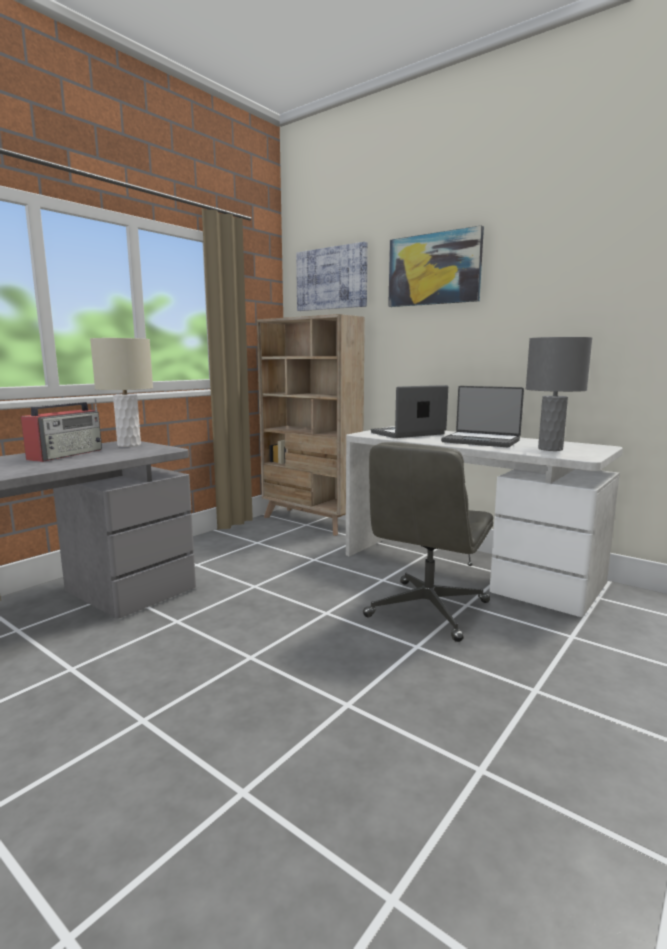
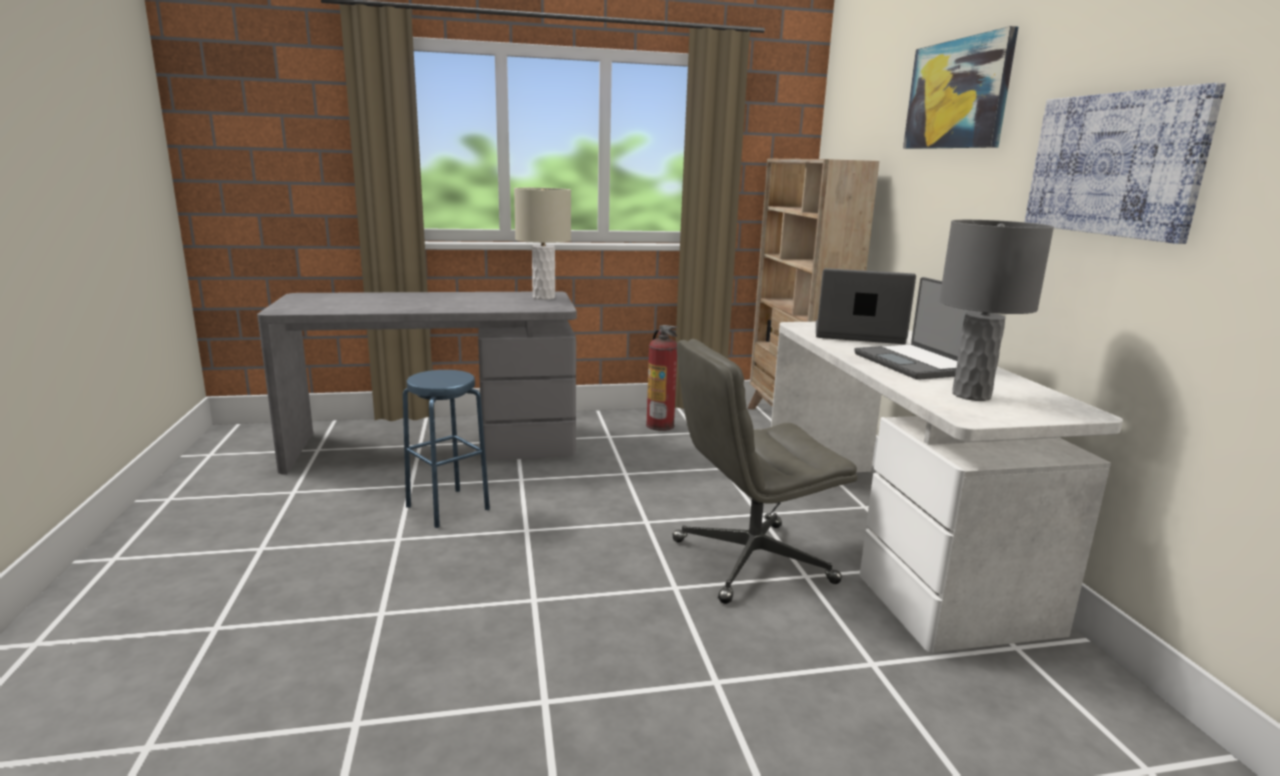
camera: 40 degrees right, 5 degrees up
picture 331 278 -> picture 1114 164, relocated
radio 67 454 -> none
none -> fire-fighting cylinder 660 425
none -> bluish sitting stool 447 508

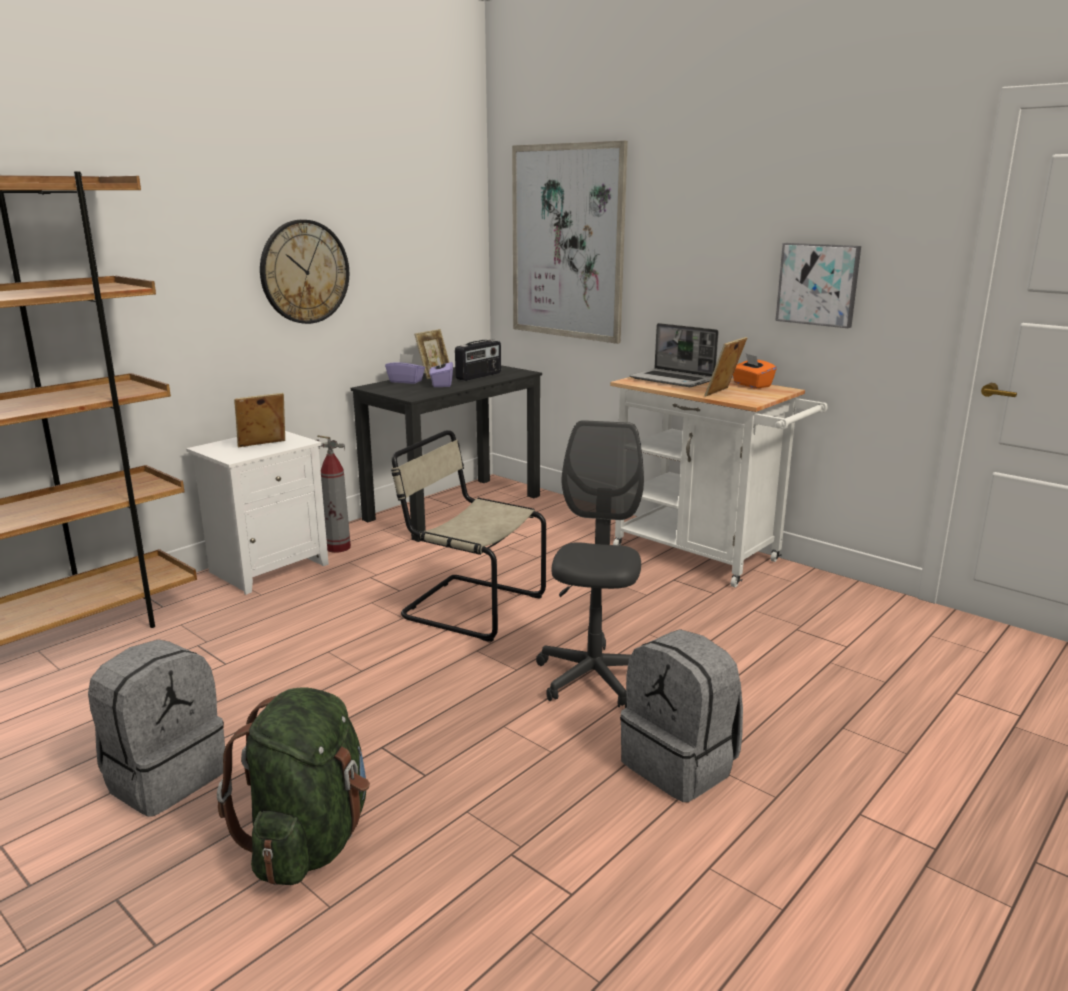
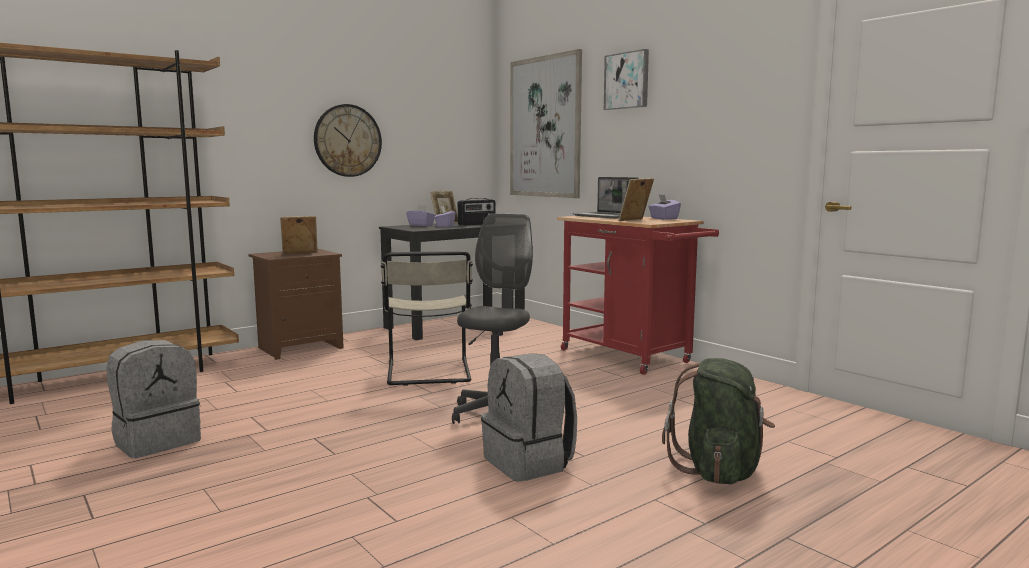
camera: 10 degrees right, 10 degrees down
picture 818 284 -> picture 627 80, relocated
orangey tissue box 751 385 -> purplish tissue box 663 218
white cart 705 557 -> red-coloured cart 631 358
beige-coloured plain chair 468 606 -> beige-coloured plain chair 428 373, 135 degrees counterclockwise
white night table 269 567 -> brown-coloured night table 300 347
fire-fighting cylinder 338 548 -> none
greenish knapsack 309 840 -> greenish knapsack 719 471, relocated

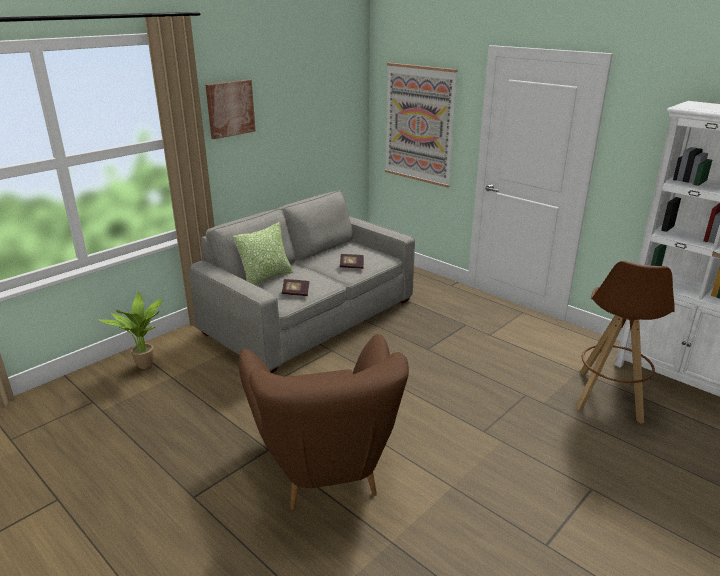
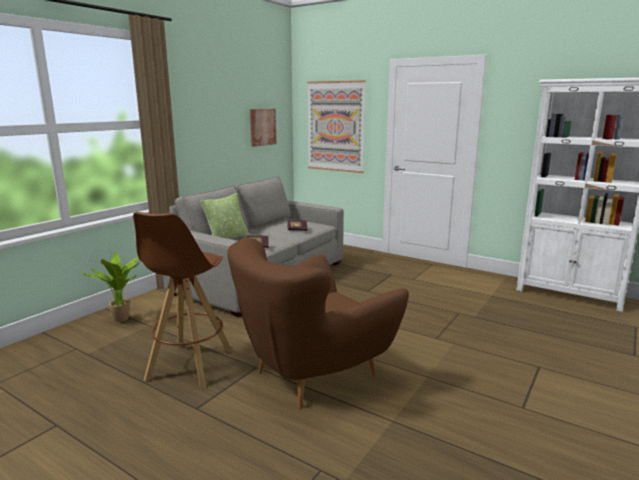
camera: 10 degrees left, 10 degrees down
picture 230 108 -> picture 262 127, relocated
brown-coloured sitting stool 609 396 -> brown-coloured sitting stool 189 365, relocated
brown-coloured easy chair 326 467 -> brown-coloured easy chair 313 374, 75 degrees clockwise

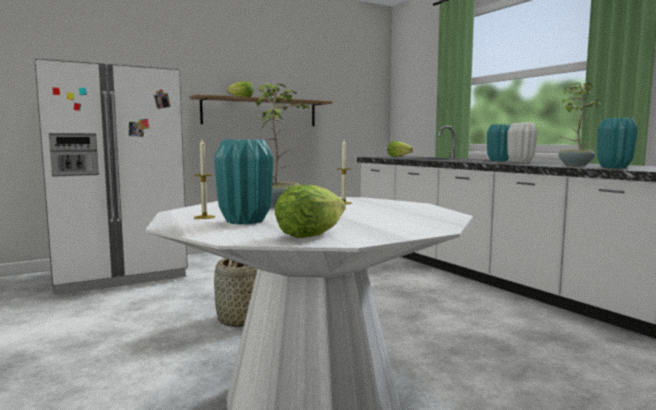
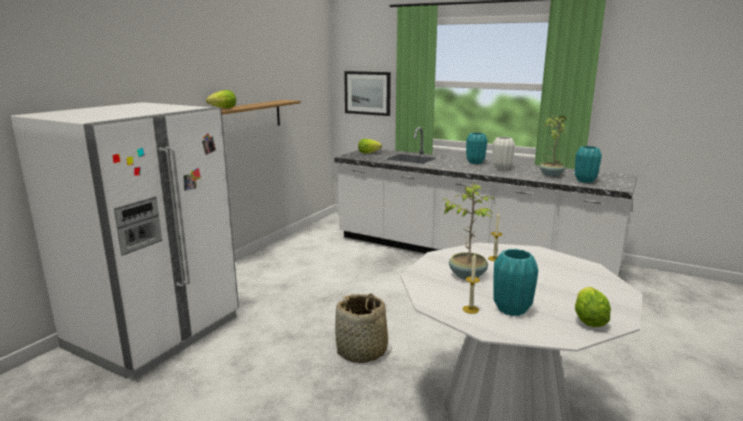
camera: 30 degrees left, 10 degrees up
none -> picture 367 93

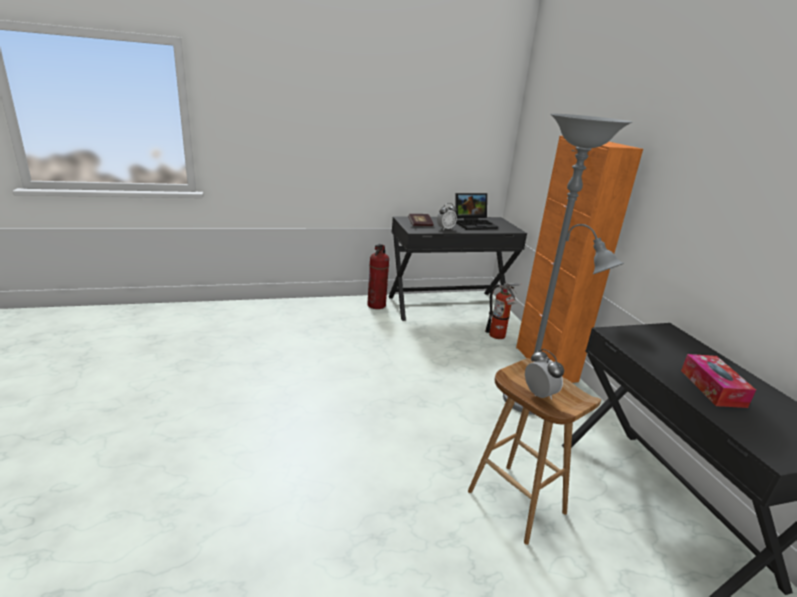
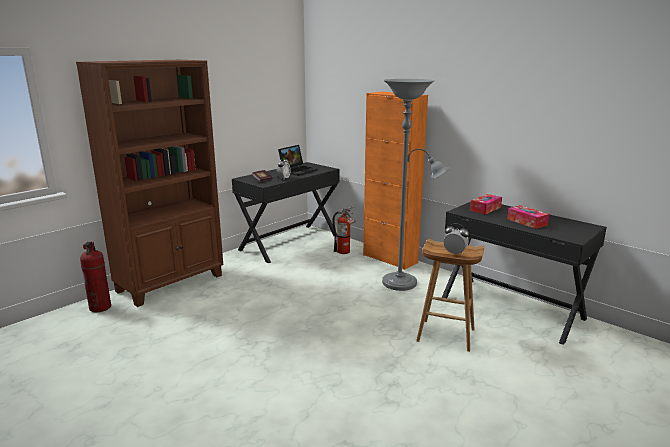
camera: 30 degrees left, 5 degrees down
fire-fighting cylinder 376 305 -> fire-fighting cylinder 100 307, relocated
none -> brown-coloured bookshelf 171 283
none -> tissue box 485 209

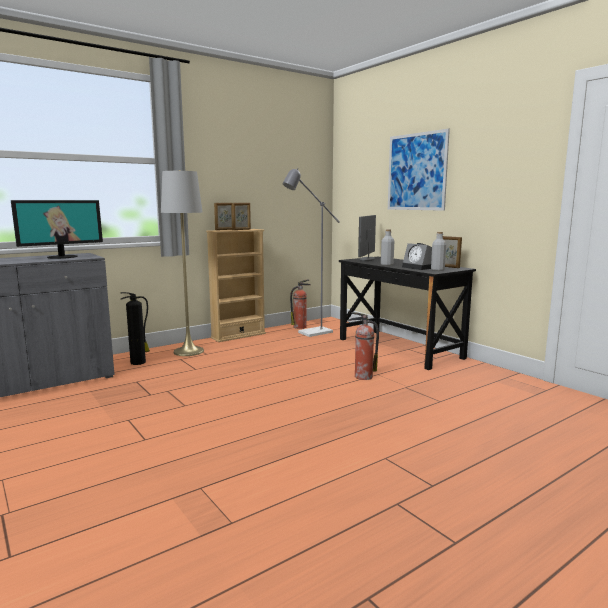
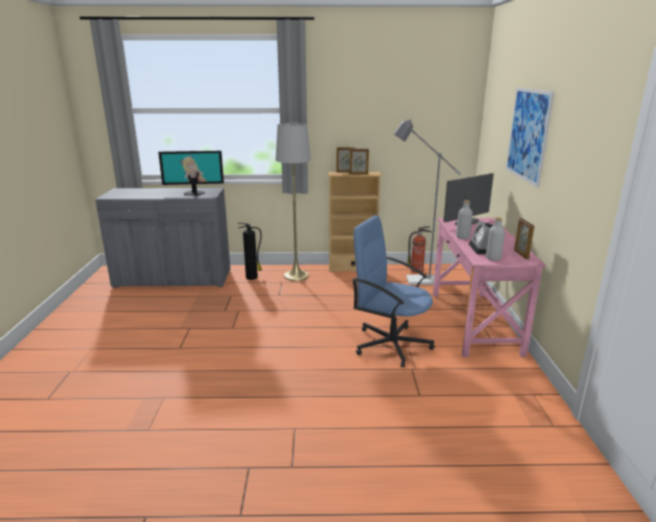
camera: 35 degrees right, 10 degrees up
black-coloured desk unit 399 348 -> pinkish desk unit 474 322
fire-fighting cylinder 362 376 -> bluish desk chair 391 344

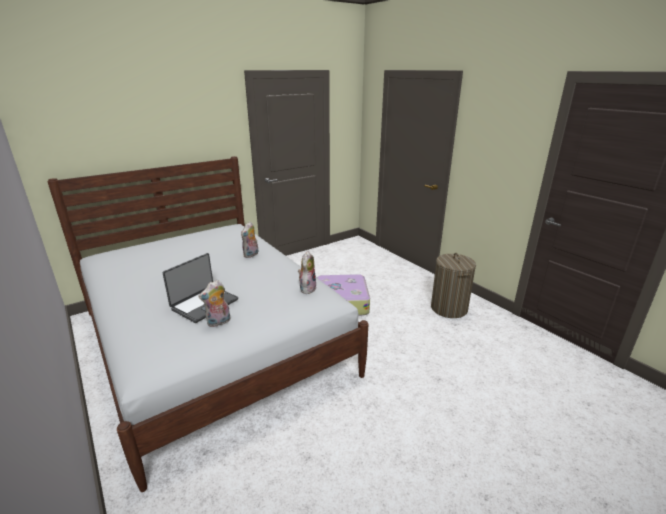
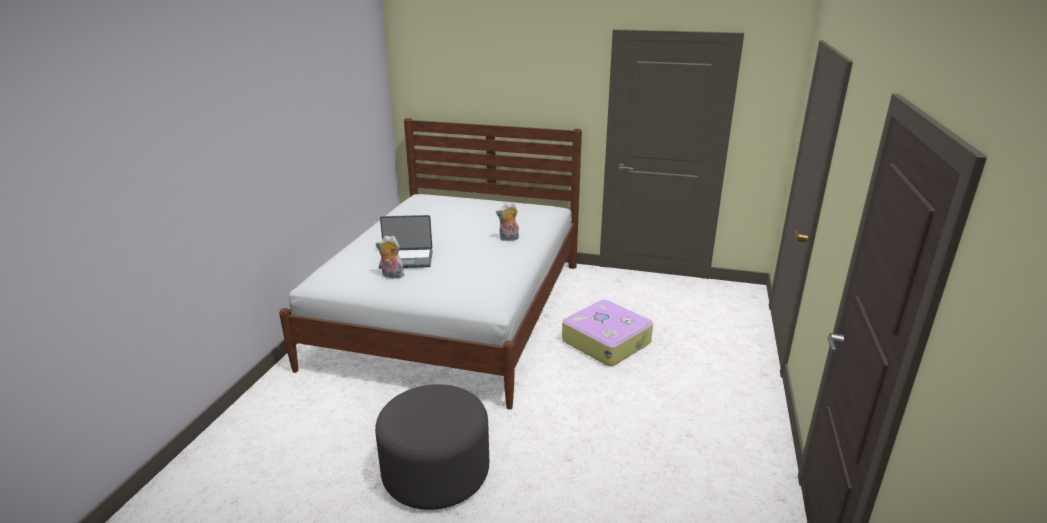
camera: 50 degrees right, 0 degrees up
soft toy 307 288 -> none
hamper 449 308 -> none
none -> grey pouffe 436 473

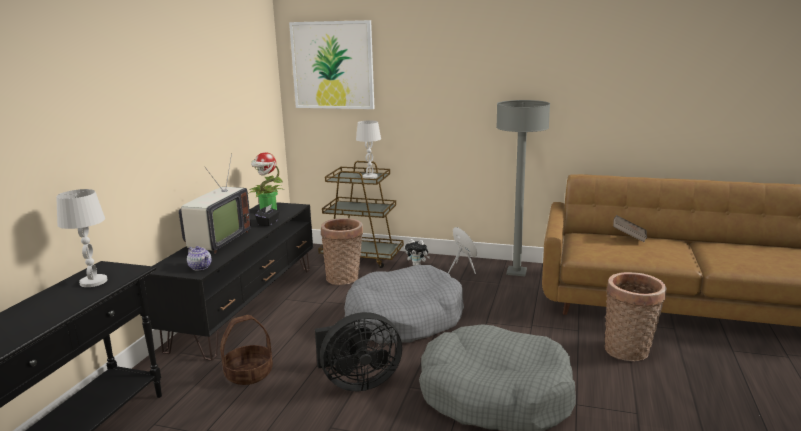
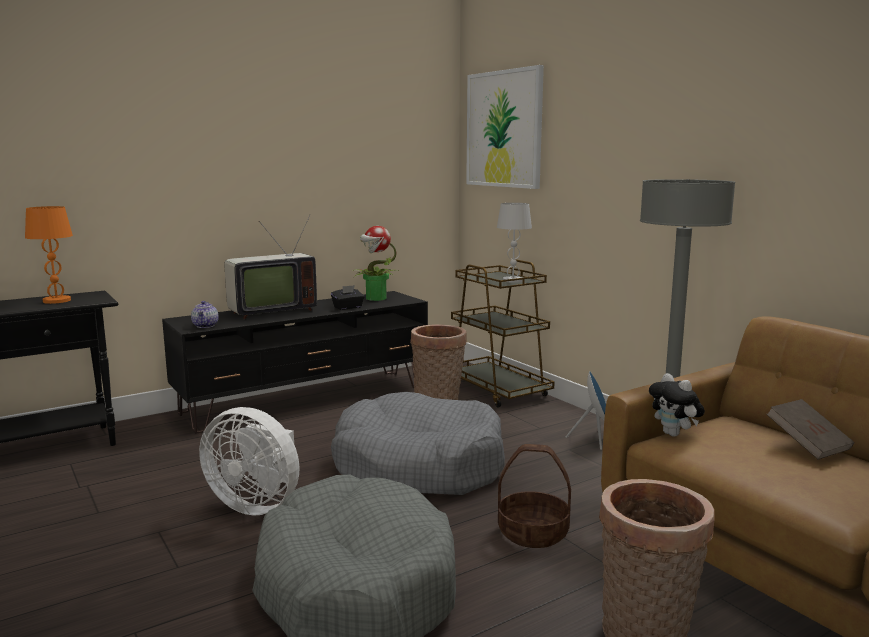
camera: 40 degrees right, 5 degrees down
white tabletop lamp 93 282 -> orangey tabletop lamp 57 300
soft toy 417 265 -> soft toy 674 434, relocated
black-coloured fan 357 382 -> white fan 257 504
household basket 248 374 -> household basket 532 533, relocated

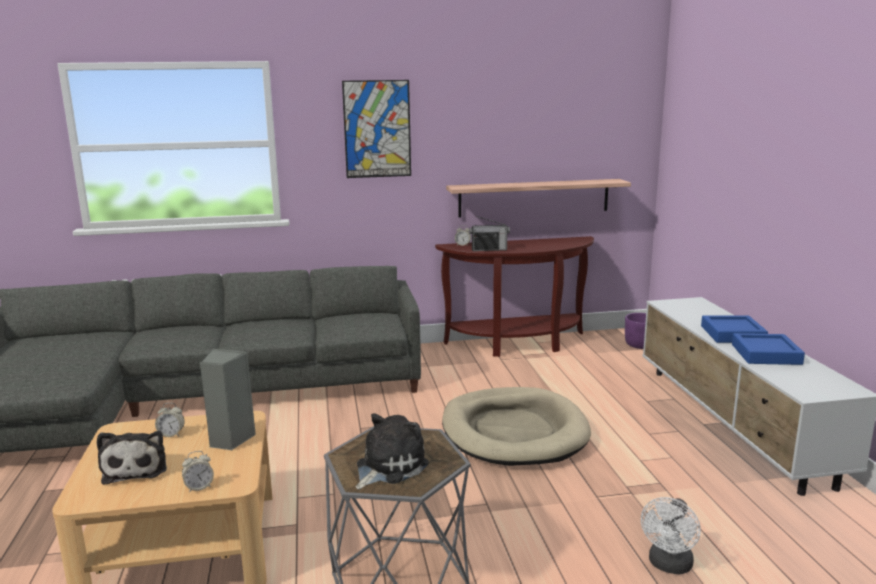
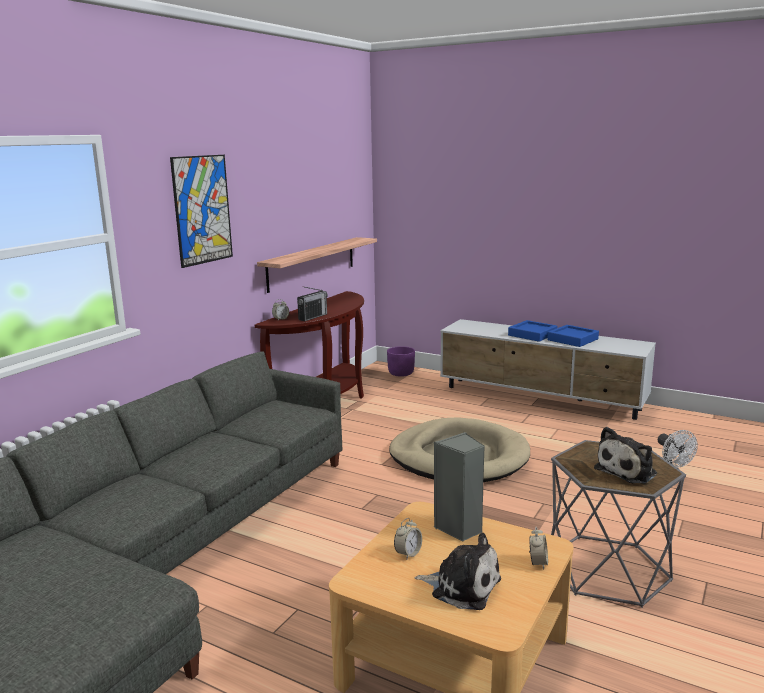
camera: 50 degrees left, 0 degrees up
soft toy 388 467 -> soft toy 628 471, 120 degrees counterclockwise

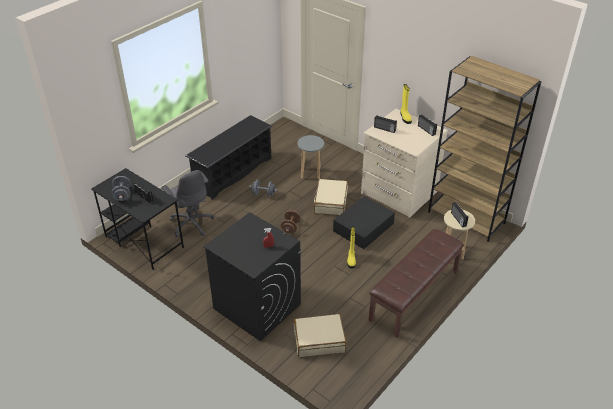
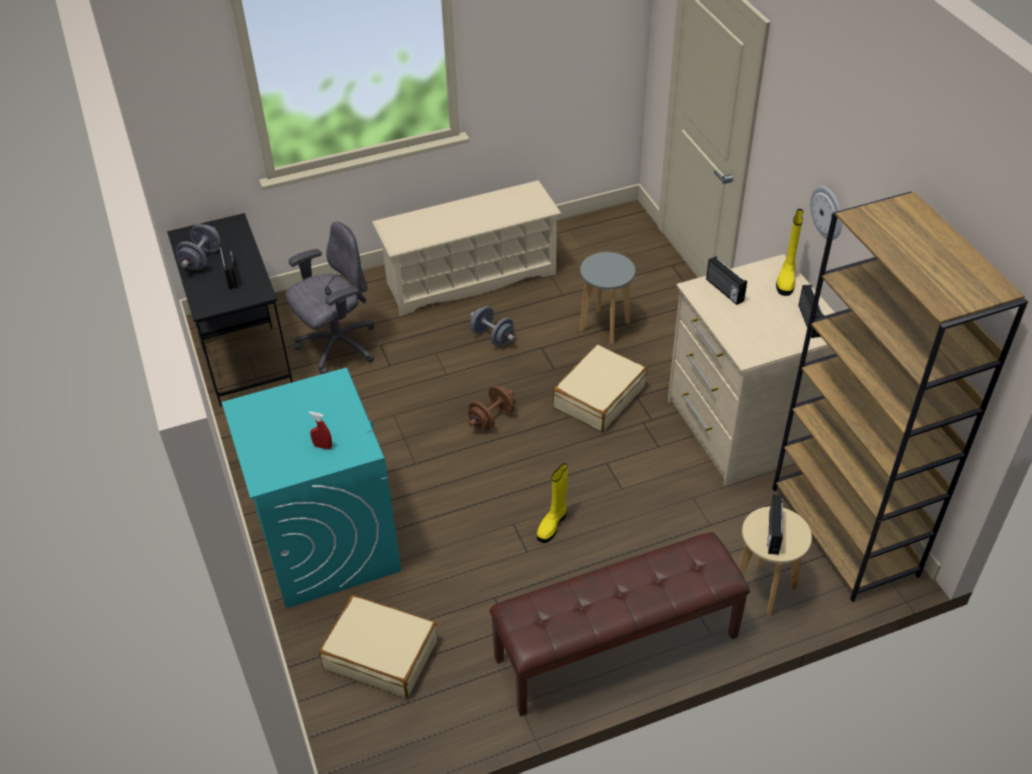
camera: 30 degrees right, 5 degrees up
black-coloured shoe shelf 232 173 -> beige-coloured shoe shelf 470 278
grey desk chair 191 223 -> grey desk chair 337 346, 120 degrees counterclockwise
black-coloured storage bin 362 227 -> none
black-coloured washing machine 256 306 -> turquoise washing machine 327 541
none -> hanging clock 827 212

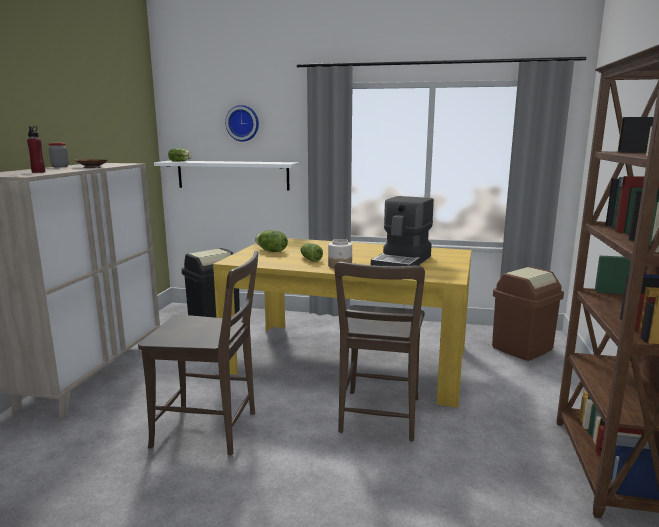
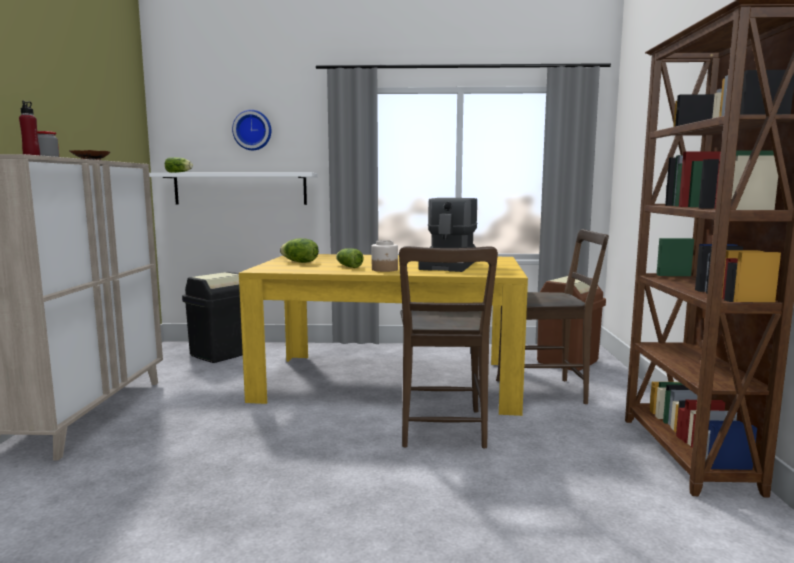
camera: 10 degrees left, 5 degrees down
brown-coloured plain chair 211 430 -> brown-coloured plain chair 545 392, relocated

